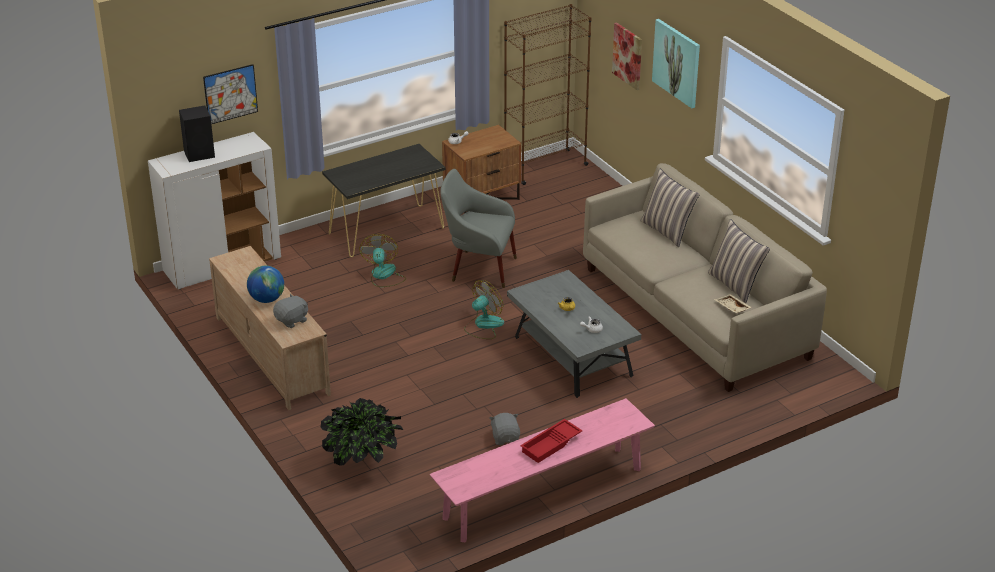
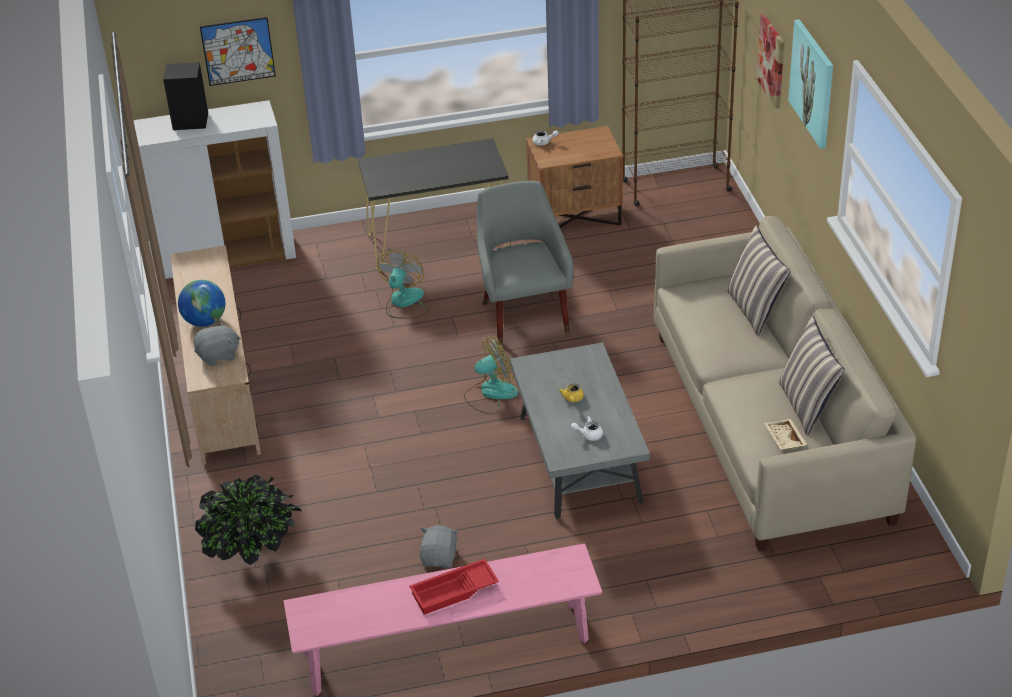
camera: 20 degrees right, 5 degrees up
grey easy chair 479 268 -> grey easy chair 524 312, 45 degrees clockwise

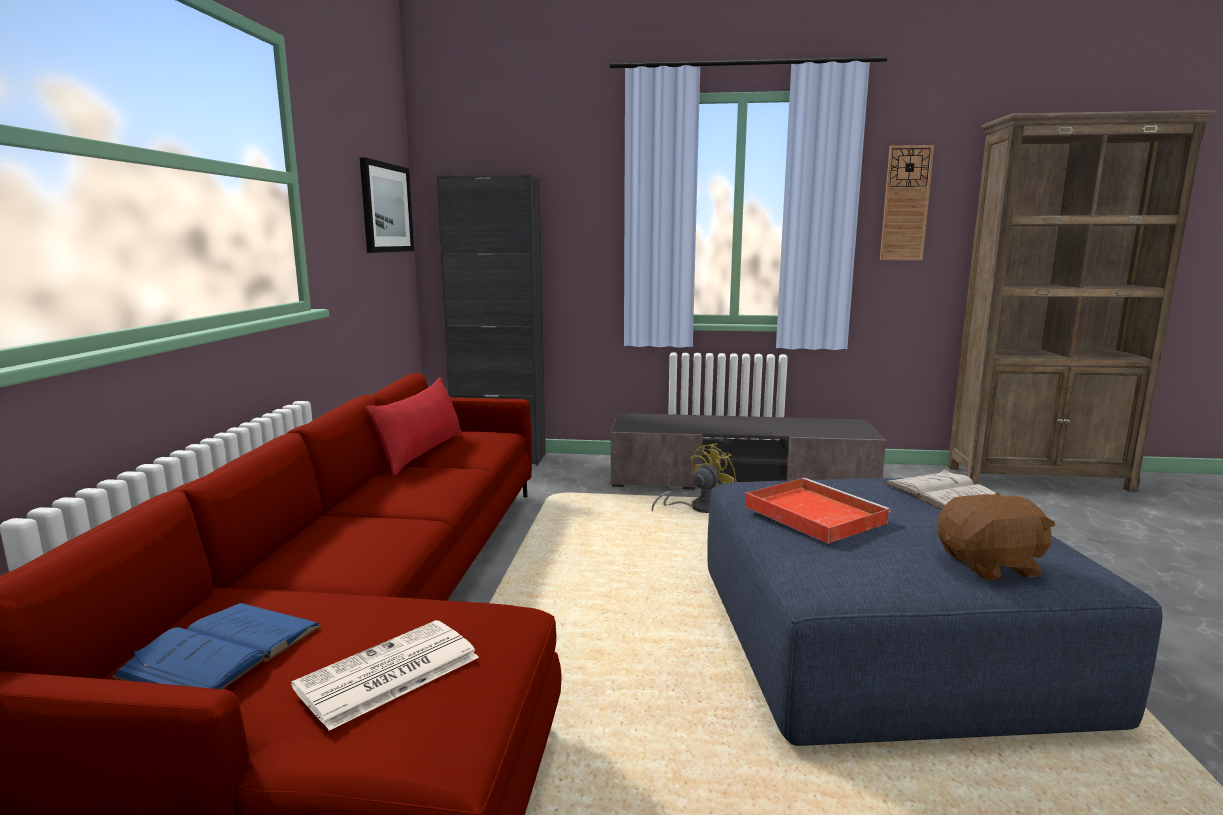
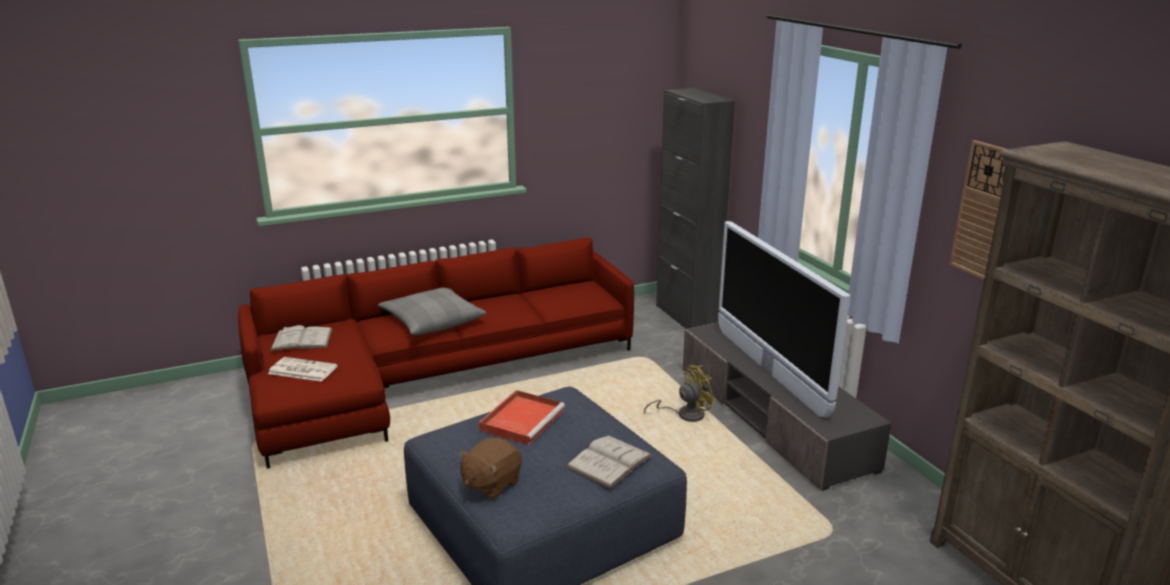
camera: 60 degrees right, 10 degrees up
picture 386 208 -> none
red-coloured pillow 421 453 -> none
yellow fan 699 508 -> yellow fan 685 415, 45 degrees counterclockwise
brown-coloured soft toy 991 565 -> brown-coloured soft toy 490 484, 75 degrees clockwise
bluish volume 223 650 -> white volume 302 339
none -> TV set 769 371
none -> grey pillow 432 320

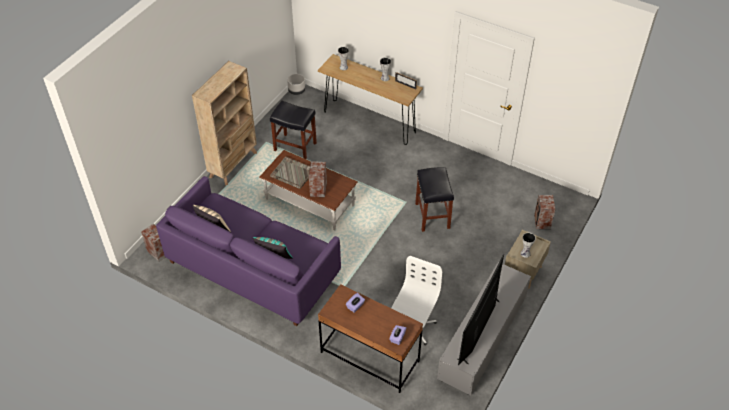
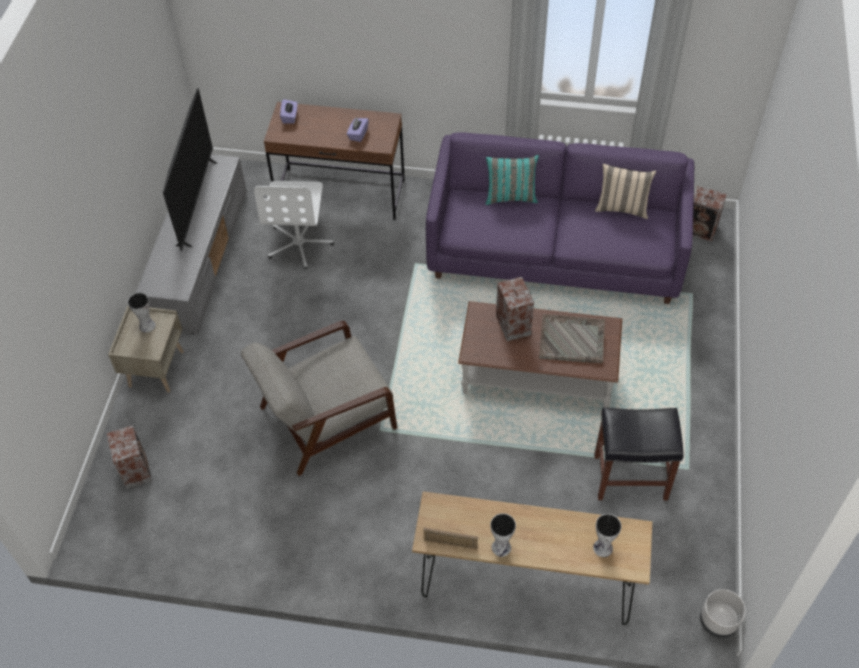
camera: 160 degrees right, 5 degrees up
beige-coloured bookshelf 234 164 -> none
black-coloured sitting stool 433 216 -> grey easy chair 325 418

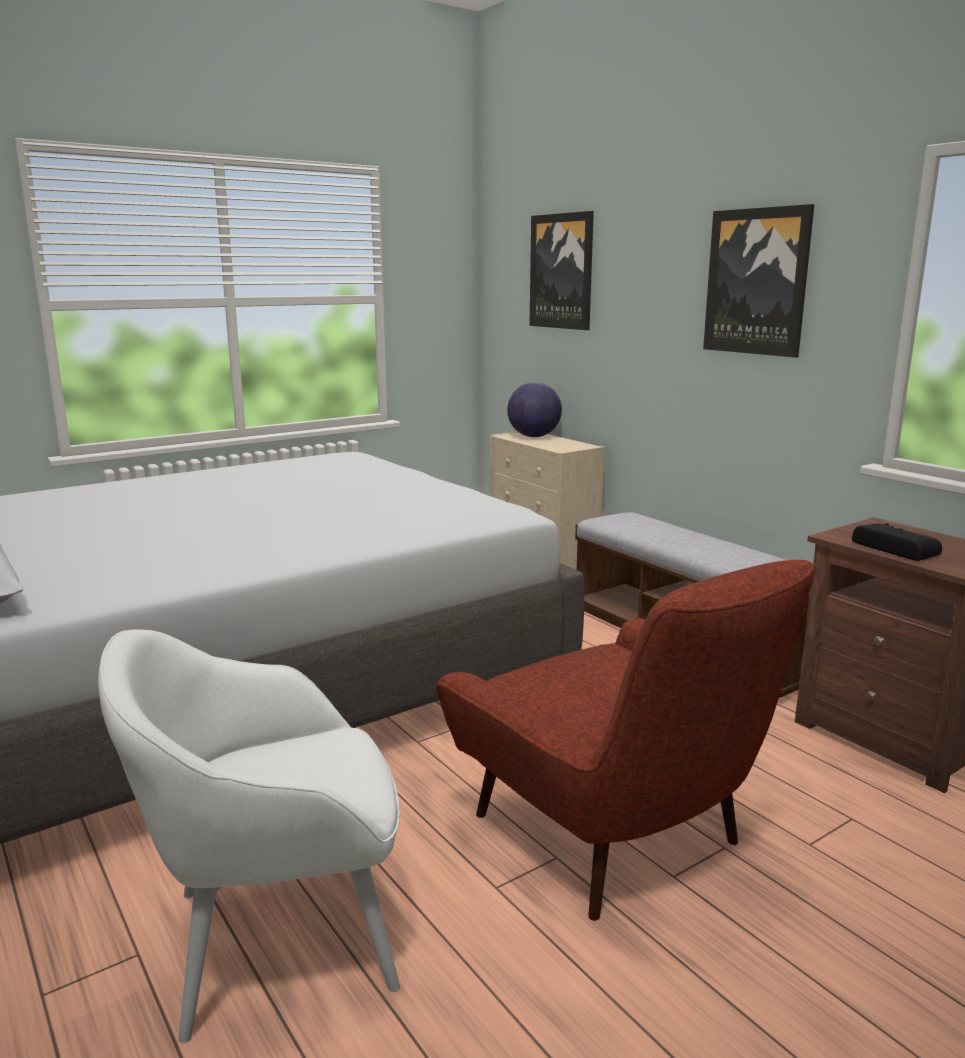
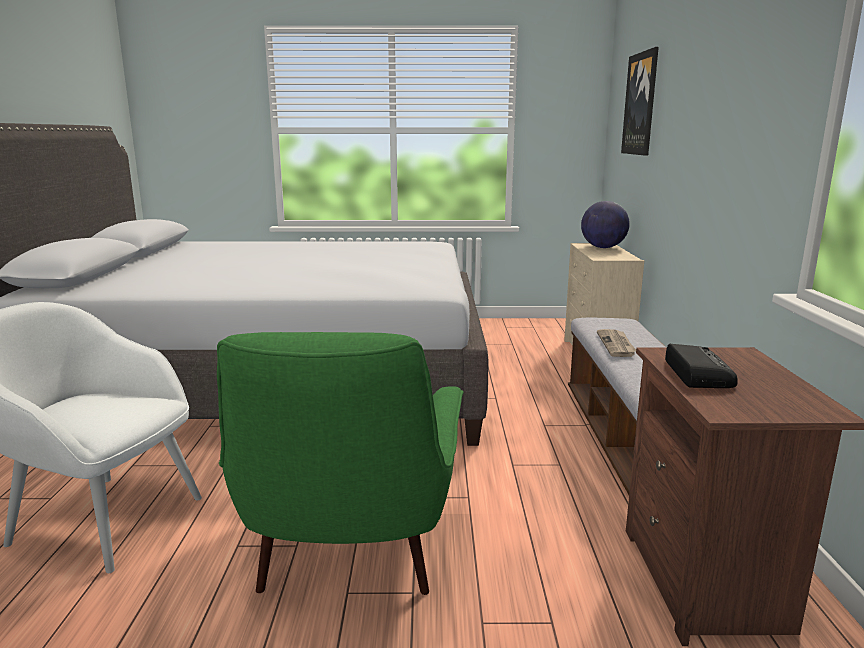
camera: 35 degrees right, 0 degrees up
picture 757 282 -> none
red-coloured easy chair 616 838 -> greenish easy chair 350 551
none -> printed paper 617 345

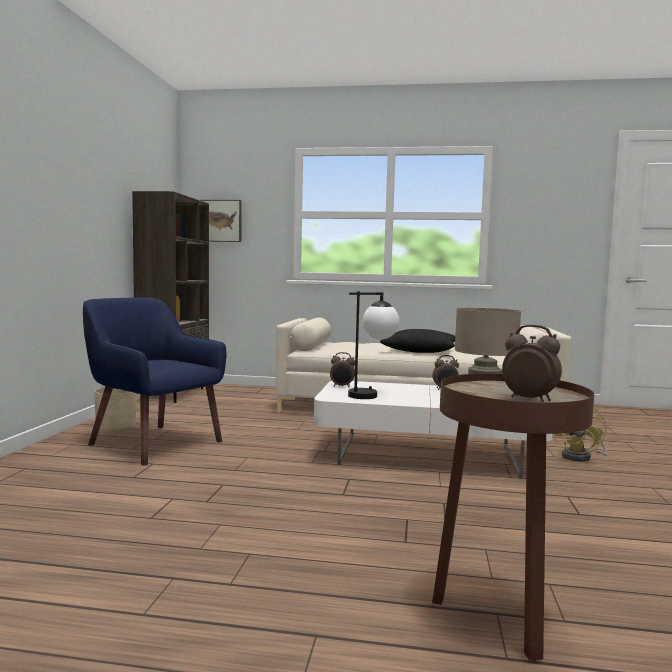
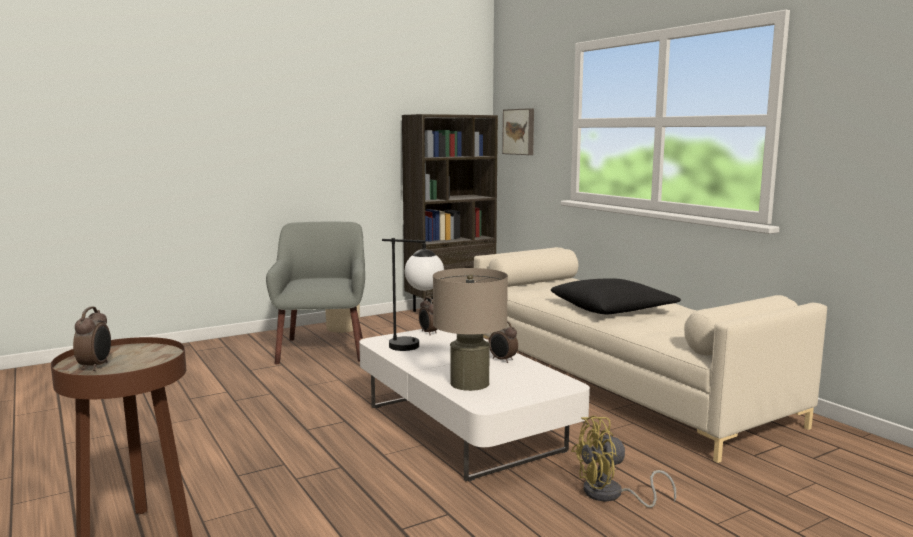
camera: 50 degrees right, 5 degrees up
bluish easy chair 153 443 -> grey easy chair 323 349

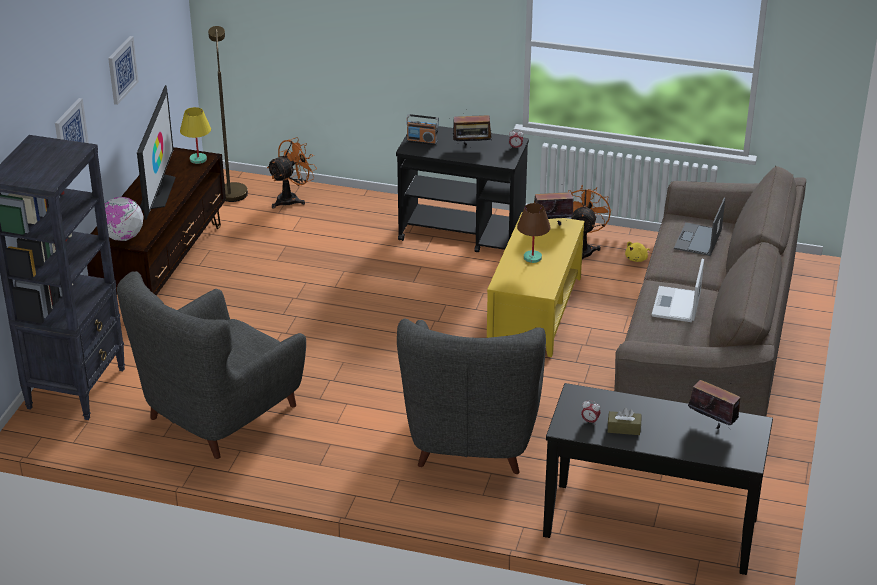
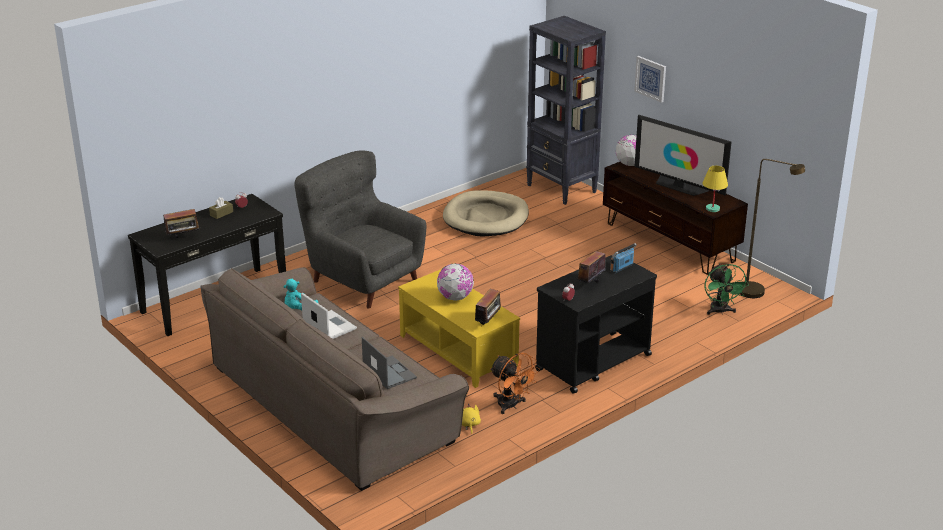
camera: 125 degrees right, 5 degrees down
picture 121 70 -> none
orangey fan 291 199 -> greenish fan 720 311
brown-coloured tabletop lamp 532 257 -> desk globe 455 297
grey easy chair 219 414 -> beige-coloured dog cushion 486 218
none -> turquoise soft toy 298 309

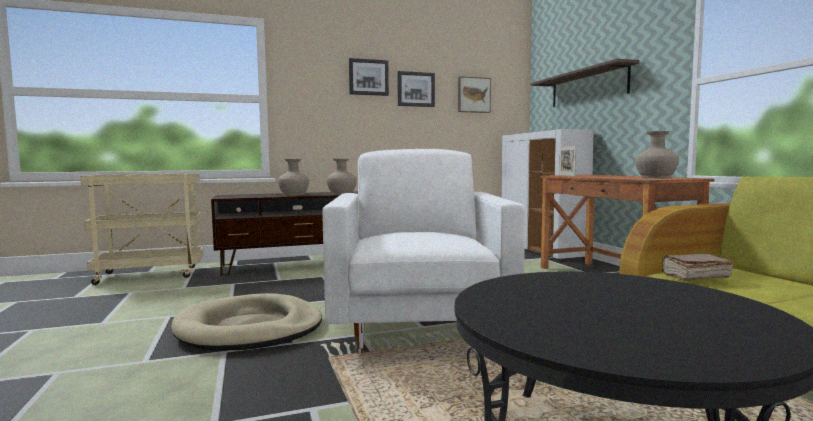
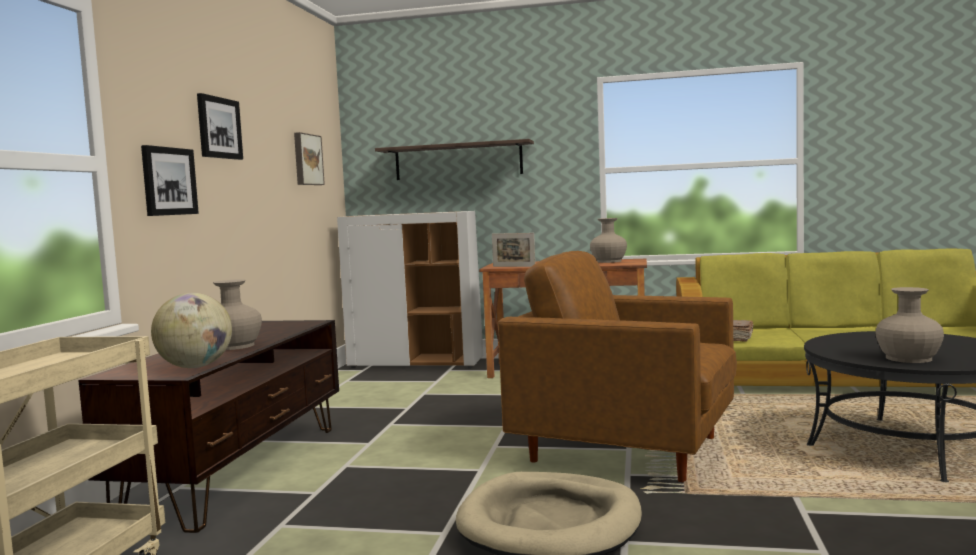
camera: 60 degrees left, 0 degrees up
picture 415 89 -> picture 168 181, relocated
white easy chair 419 326 -> brown-coloured easy chair 627 450
beige-coloured flower vase 342 193 -> beige-coloured flower vase 908 358, relocated
none -> desk globe 195 367

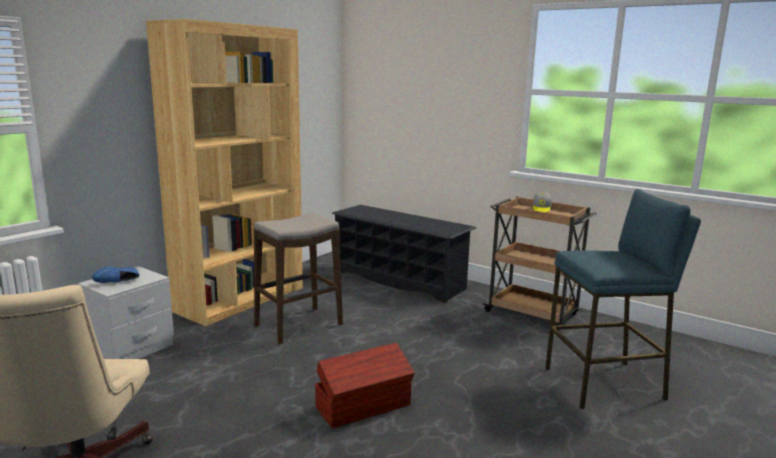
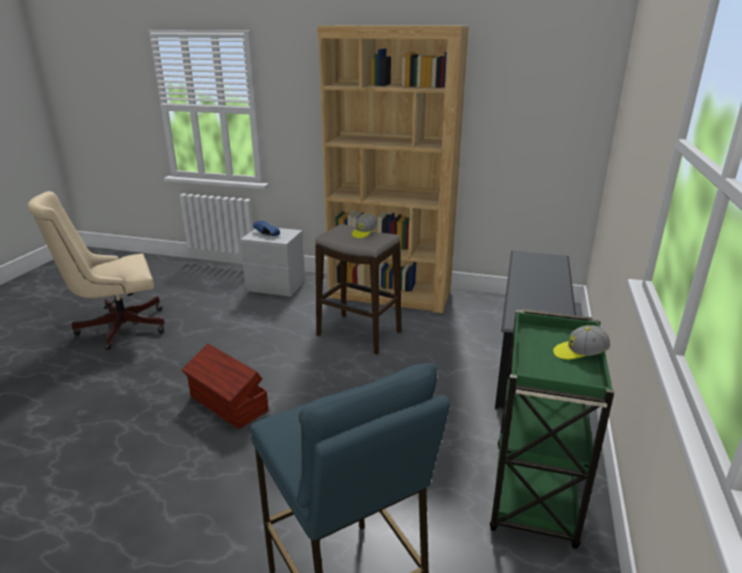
camera: 70 degrees right, 10 degrees up
brown-coloured cart 533 314 -> greenish cart 533 496
none -> peaked cap 364 233

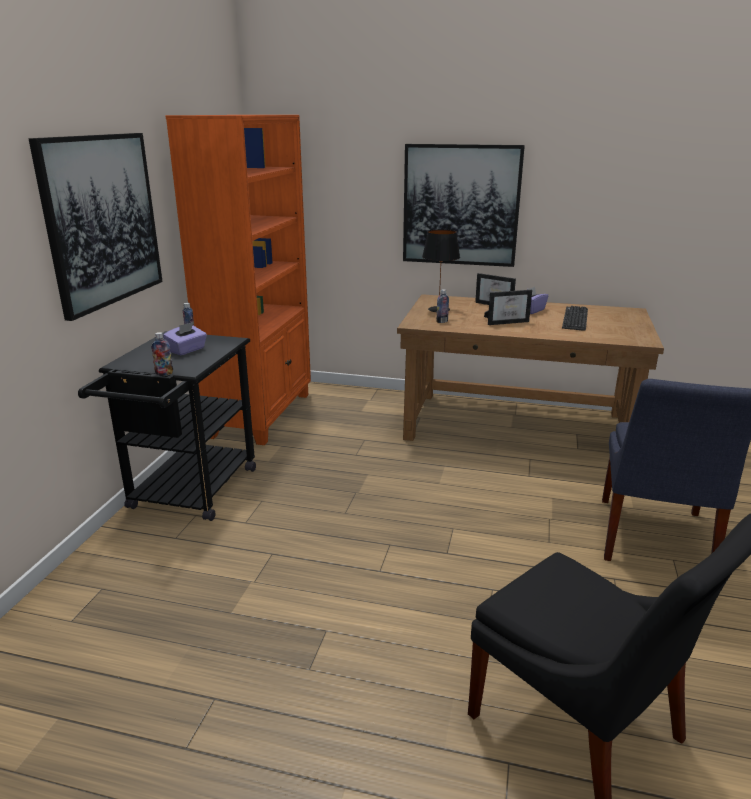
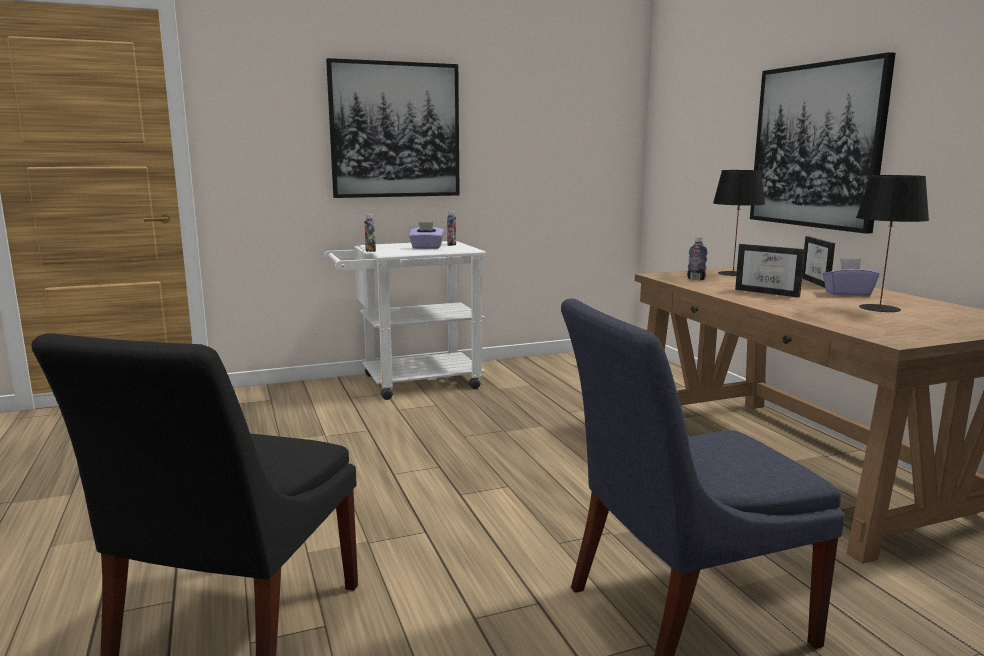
camera: 55 degrees right, 10 degrees down
orangey bookshelf 262 414 -> none
computer keyboard 575 319 -> black-coloured tabletop lamp 880 308
black-coloured cart 188 494 -> white cart 410 383

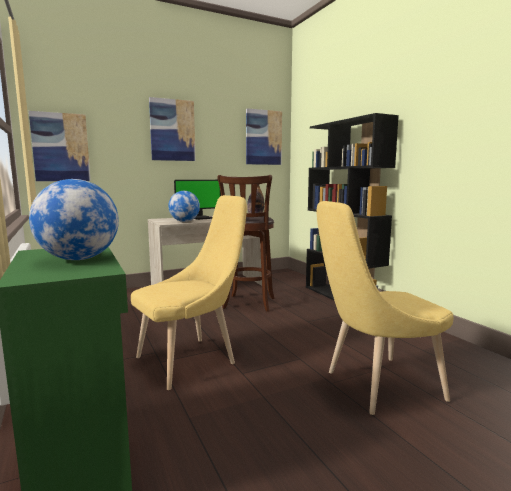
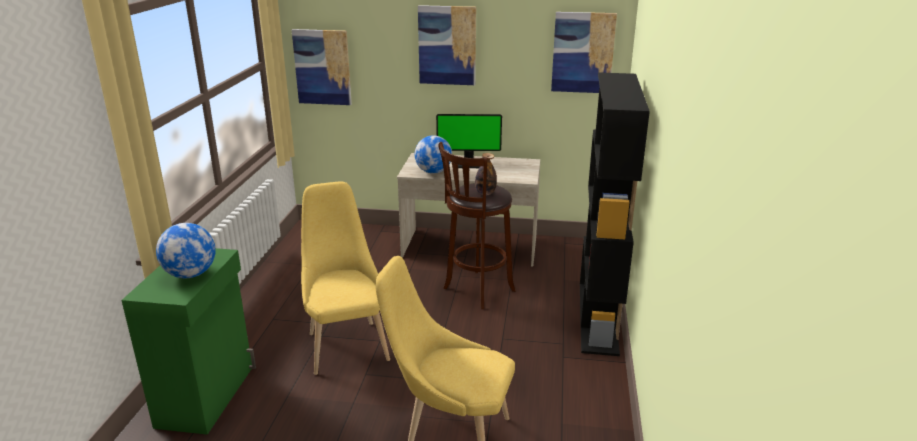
camera: 35 degrees right, 15 degrees up
yellow plain chair 192 359 -> yellow plain chair 346 343, 105 degrees counterclockwise

